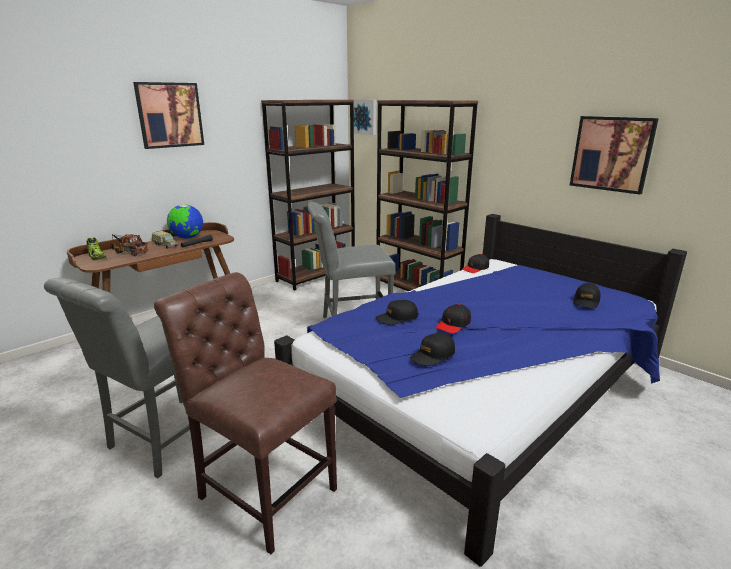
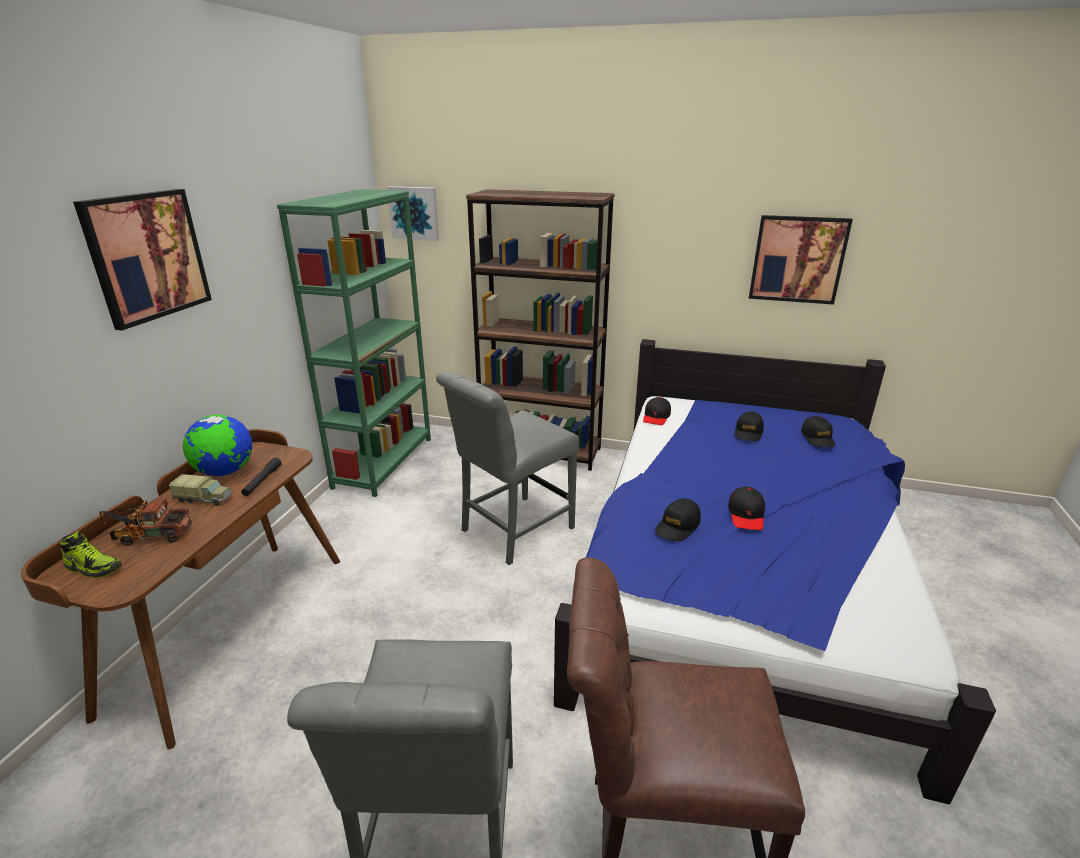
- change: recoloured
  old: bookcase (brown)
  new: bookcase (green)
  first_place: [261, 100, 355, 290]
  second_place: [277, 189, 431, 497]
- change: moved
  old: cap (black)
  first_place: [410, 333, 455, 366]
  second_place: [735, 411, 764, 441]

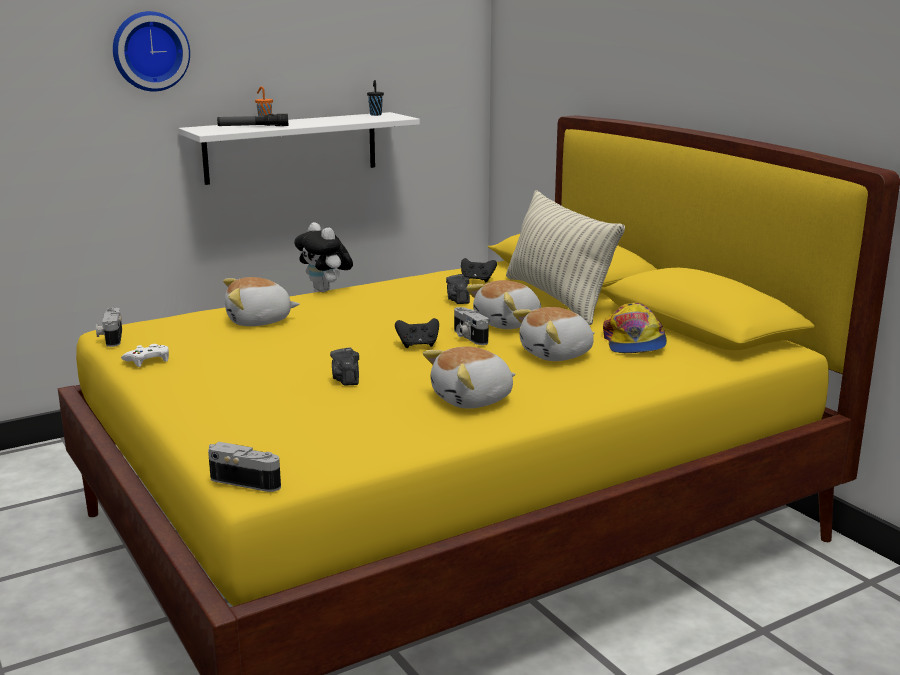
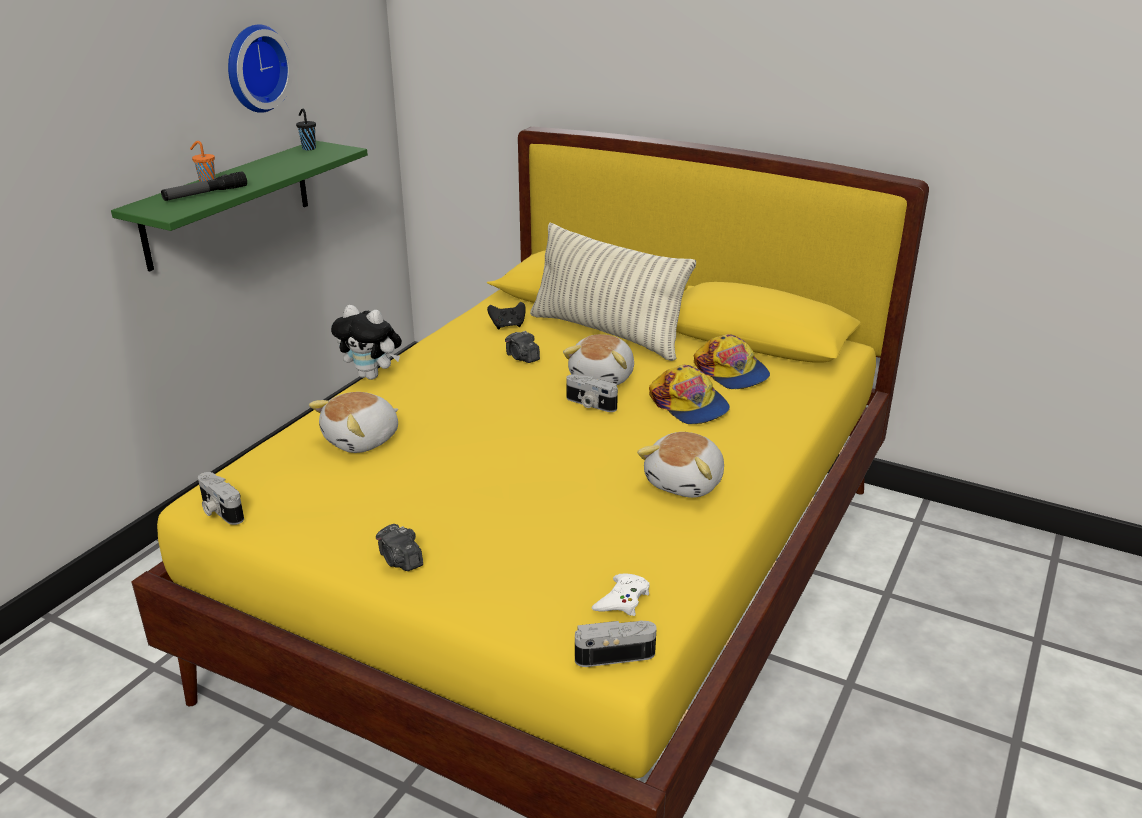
- change: recoloured
  old: shelf (white)
  new: shelf (green)
  first_place: [179, 112, 420, 185]
  second_place: [111, 141, 368, 272]
- change: moved
  old: wall clock
  first_place: [113, 11, 190, 92]
  second_place: [228, 24, 293, 113]
- change: moved
  old: photo camera
  first_place: [330, 347, 359, 386]
  second_place: [376, 524, 423, 571]
- change: moved
  old: game controller (white)
  first_place: [121, 344, 169, 367]
  second_place: [592, 573, 650, 616]
- change: replaced
  old: plush toy
  new: cap
  first_place: [513, 307, 595, 361]
  second_place: [649, 365, 730, 424]
- change: removed
  old: game controller (black)
  first_place: [395, 318, 439, 348]

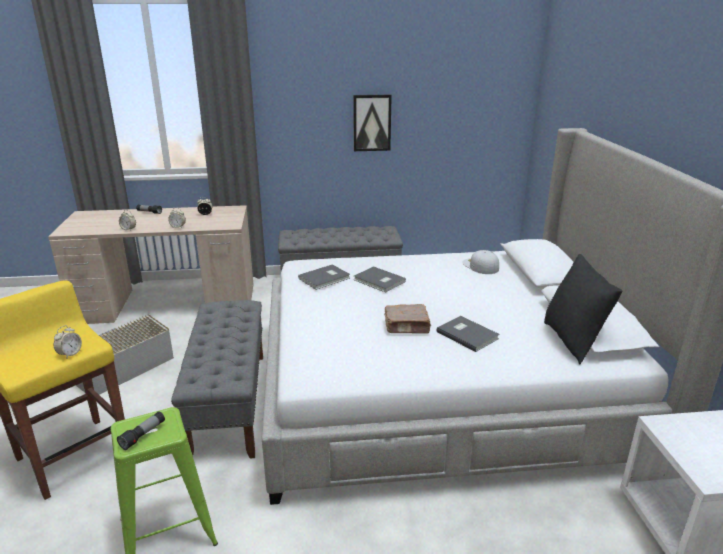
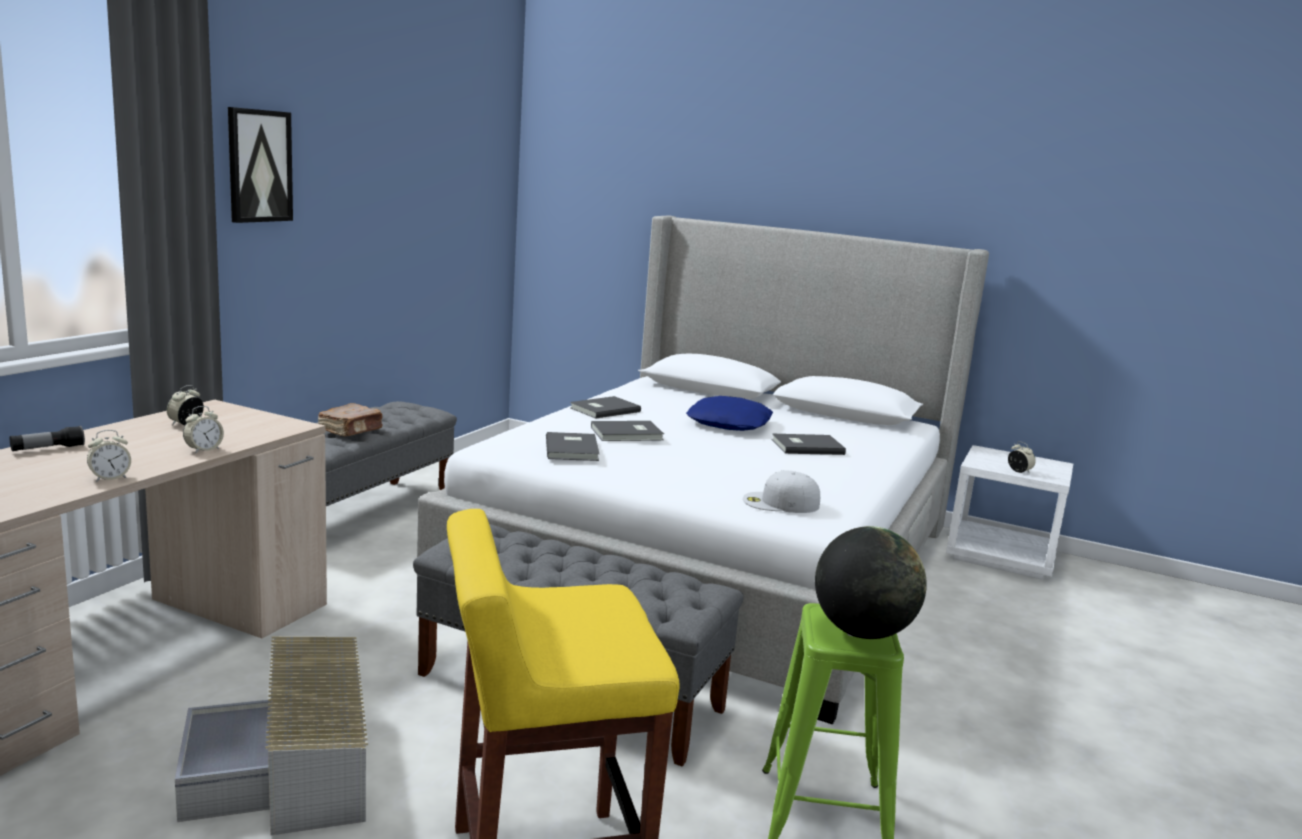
- change: moved
  old: picture
  first_place: [353, 95, 392, 151]
  second_place: [228, 107, 293, 223]
- change: moved
  old: book (brown)
  first_place: [384, 304, 431, 334]
  second_place: [318, 403, 383, 436]
- change: added
  new: book (grey)
  second_place: [570, 396, 641, 419]
- change: added
  new: pillow (blue)
  second_place: [686, 396, 773, 431]
- change: moved
  old: cap (white)
  first_place: [462, 250, 499, 274]
  second_place: [743, 470, 820, 513]
- change: replaced
  old: flashlight
  new: globe
  first_place: [117, 411, 165, 450]
  second_place: [815, 526, 927, 639]
- change: moved
  old: alarm clock
  first_place: [53, 325, 82, 358]
  second_place: [1008, 441, 1036, 473]
- change: removed
  old: pillow (black)
  first_place: [544, 254, 623, 364]

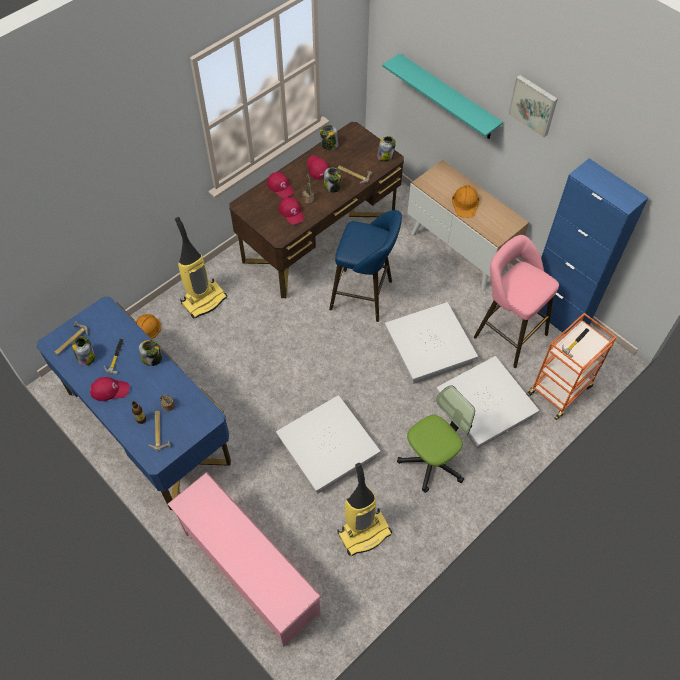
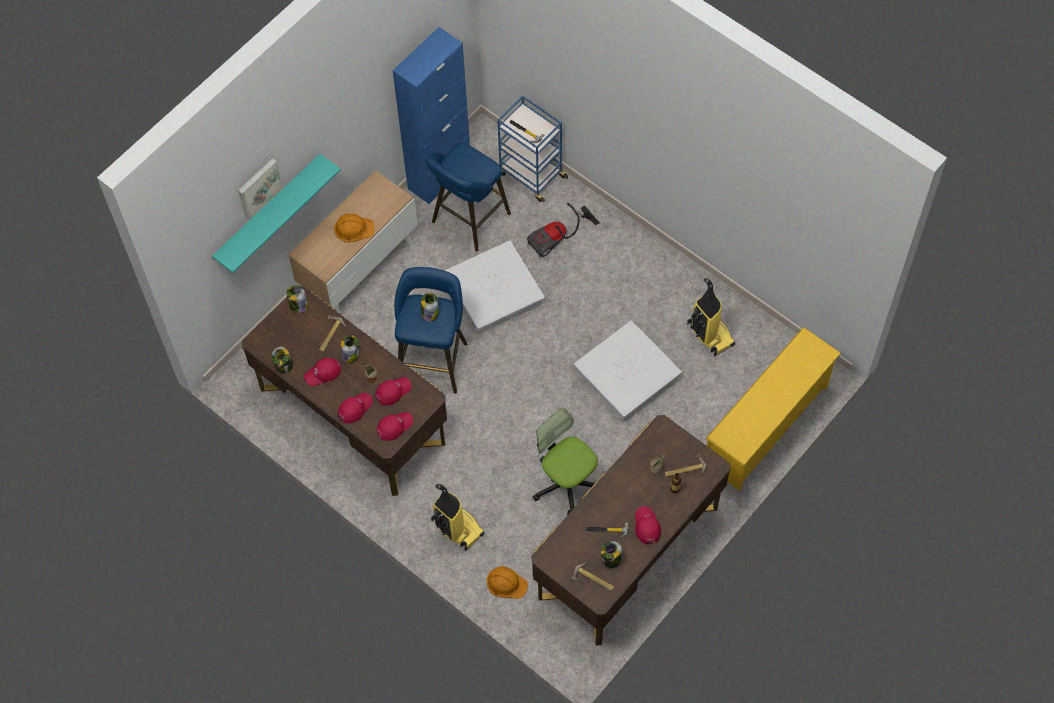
- change: moved
  old: picture
  first_place: [508, 75, 558, 138]
  second_place: [238, 158, 283, 220]
- change: added
  new: cap (red)
  second_place: [377, 412, 413, 441]
- change: moved
  old: jar
  first_place: [139, 340, 162, 366]
  second_place: [421, 293, 439, 322]
- change: recoloured
  old: stool (pink)
  new: stool (blue)
  first_place: [474, 235, 559, 368]
  second_place: [426, 142, 511, 251]
- change: recoloured
  old: cart (orange)
  new: cart (blue)
  first_place: [527, 313, 617, 420]
  second_place: [497, 96, 568, 203]
- change: replaced
  old: storage box (white)
  new: vacuum cleaner
  first_place: [436, 356, 539, 449]
  second_place: [527, 202, 600, 258]
- change: recoloured
  old: desk (blue)
  new: desk (brown)
  first_place: [36, 297, 231, 510]
  second_place: [531, 415, 731, 646]
- change: moved
  old: office chair
  first_place: [397, 385, 475, 493]
  second_place: [533, 408, 598, 515]
- change: recoloured
  old: shoe rack (pink)
  new: shoe rack (yellow)
  first_place: [168, 472, 322, 647]
  second_place: [705, 327, 841, 491]

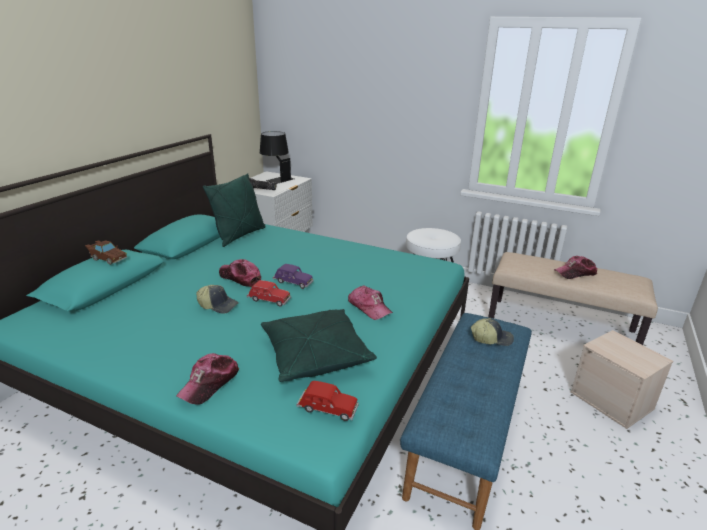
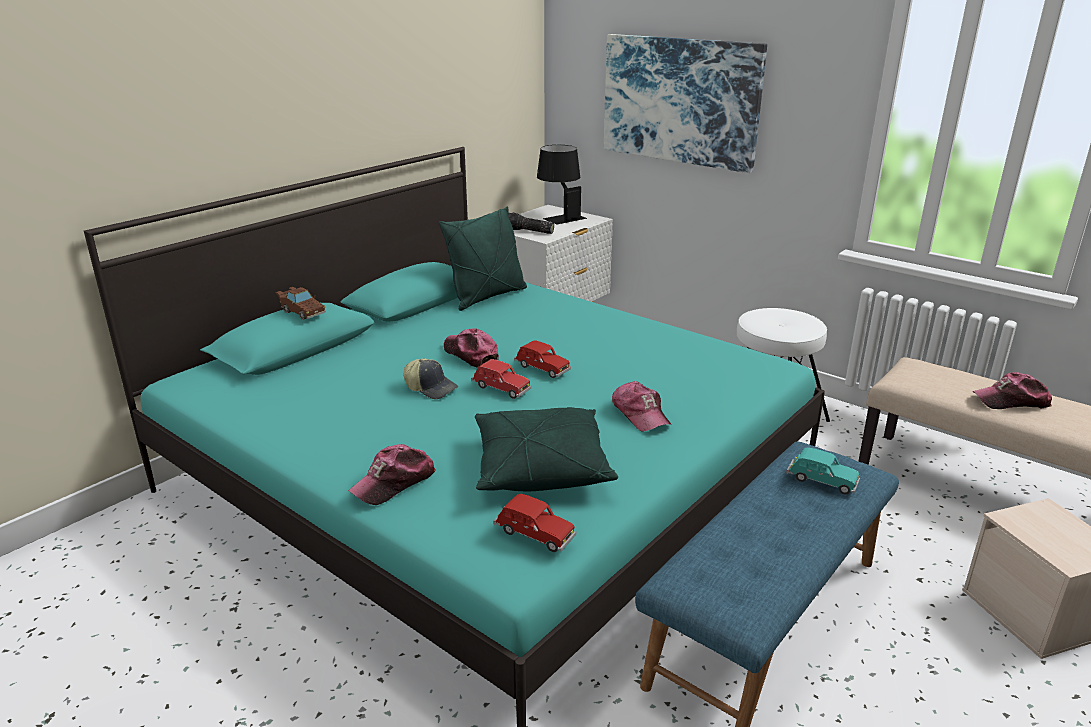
- change: recoloured
  old: toy car (purple)
  new: toy car (red)
  first_place: [273, 264, 314, 289]
  second_place: [514, 340, 571, 378]
- change: added
  new: picture
  second_place: [604, 34, 767, 173]
- change: replaced
  old: cap
  new: toy car (turquoise)
  first_place: [471, 318, 514, 346]
  second_place: [786, 448, 860, 495]

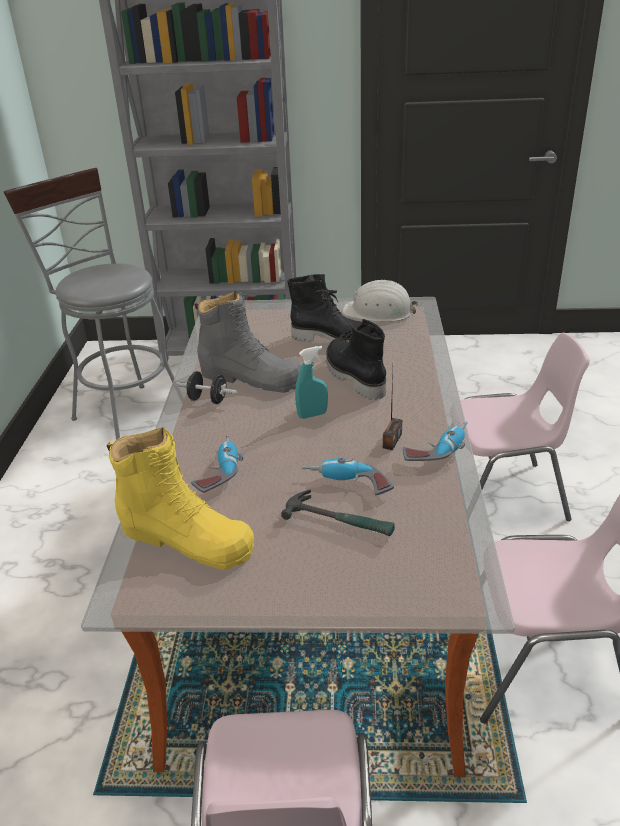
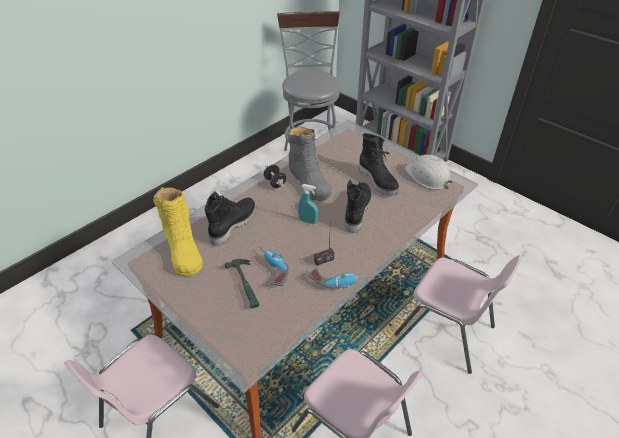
- change: replaced
  old: power drill
  new: boot (black)
  first_place: [191, 435, 243, 493]
  second_place: [205, 191, 256, 246]

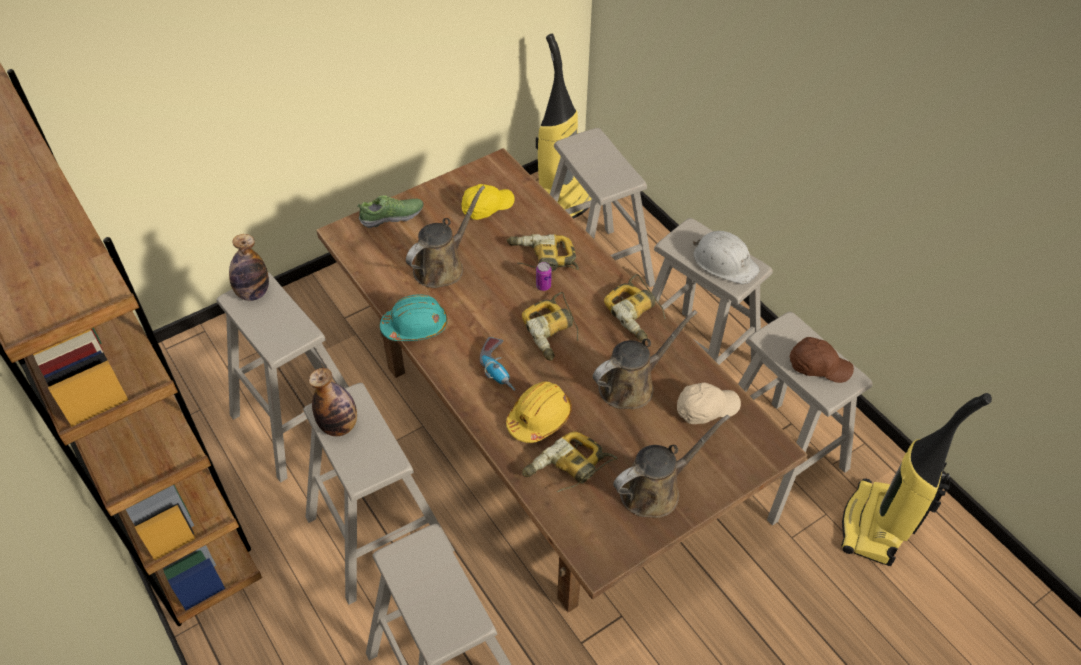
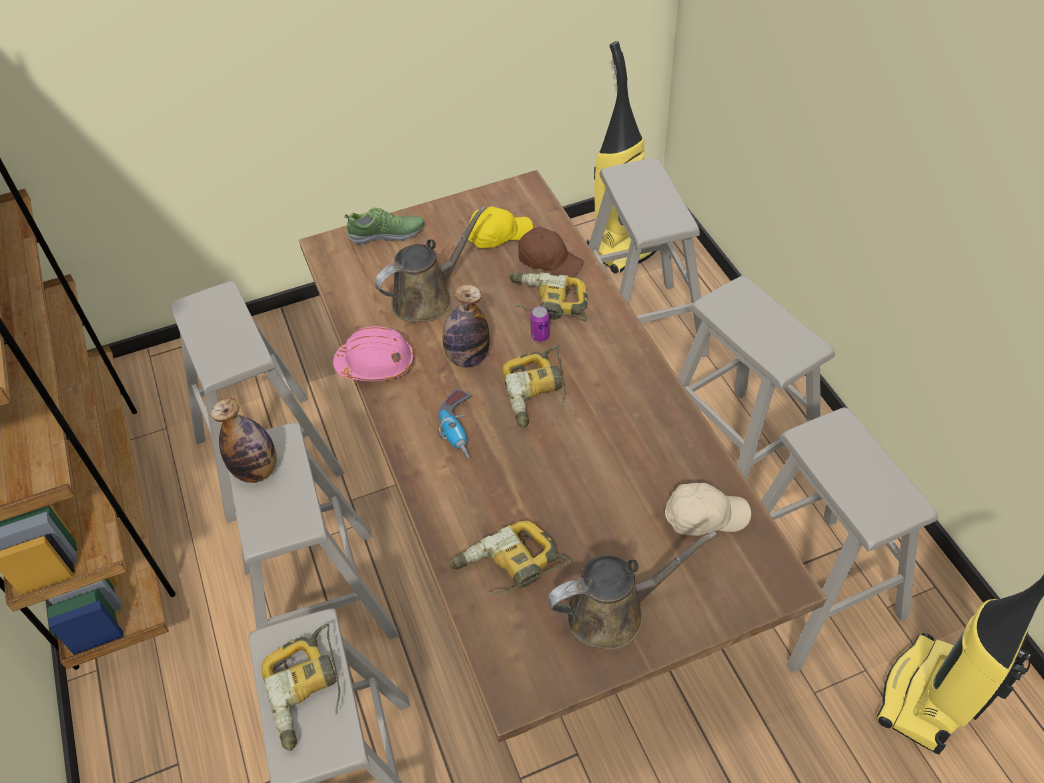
- change: moved
  old: power drill
  first_place: [604, 274, 666, 342]
  second_place: [262, 624, 340, 751]
- change: recoloured
  old: hard hat (turquoise)
  new: hard hat (pink)
  first_place: [380, 294, 448, 341]
  second_place: [333, 326, 415, 381]
- change: moved
  old: bottle
  first_place: [229, 234, 269, 301]
  second_place: [442, 284, 490, 367]
- change: moved
  old: cap (brown)
  first_place: [790, 337, 854, 383]
  second_place: [518, 227, 584, 277]
- change: removed
  old: hard hat (yellow)
  first_place: [506, 382, 572, 443]
- change: removed
  old: watering can (brown)
  first_place: [593, 310, 698, 409]
- change: removed
  old: hard hat (white)
  first_place: [693, 231, 760, 284]

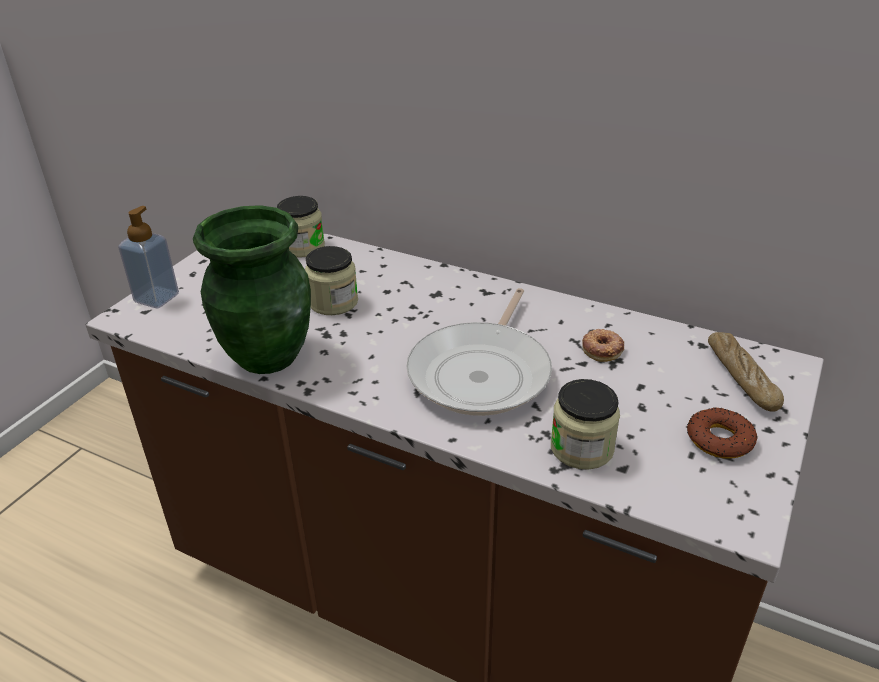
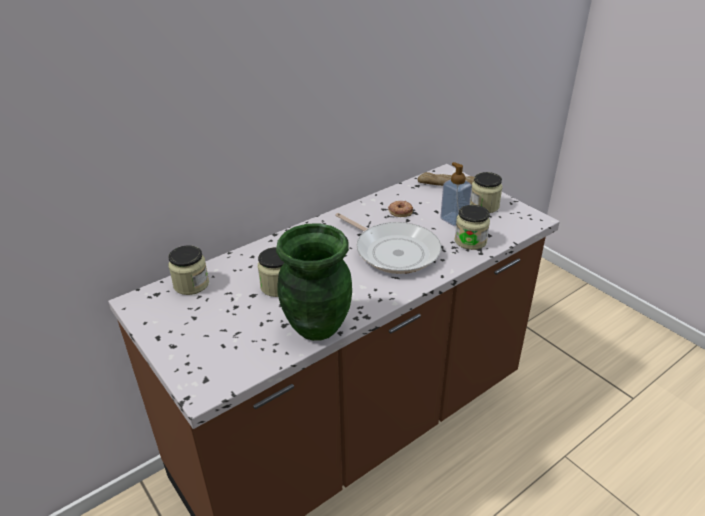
- change: moved
  old: soap dispenser
  first_place: [118, 206, 179, 308]
  second_place: [440, 162, 472, 226]
- change: replaced
  old: donut
  new: jar
  first_place: [687, 407, 757, 458]
  second_place: [470, 172, 503, 213]

